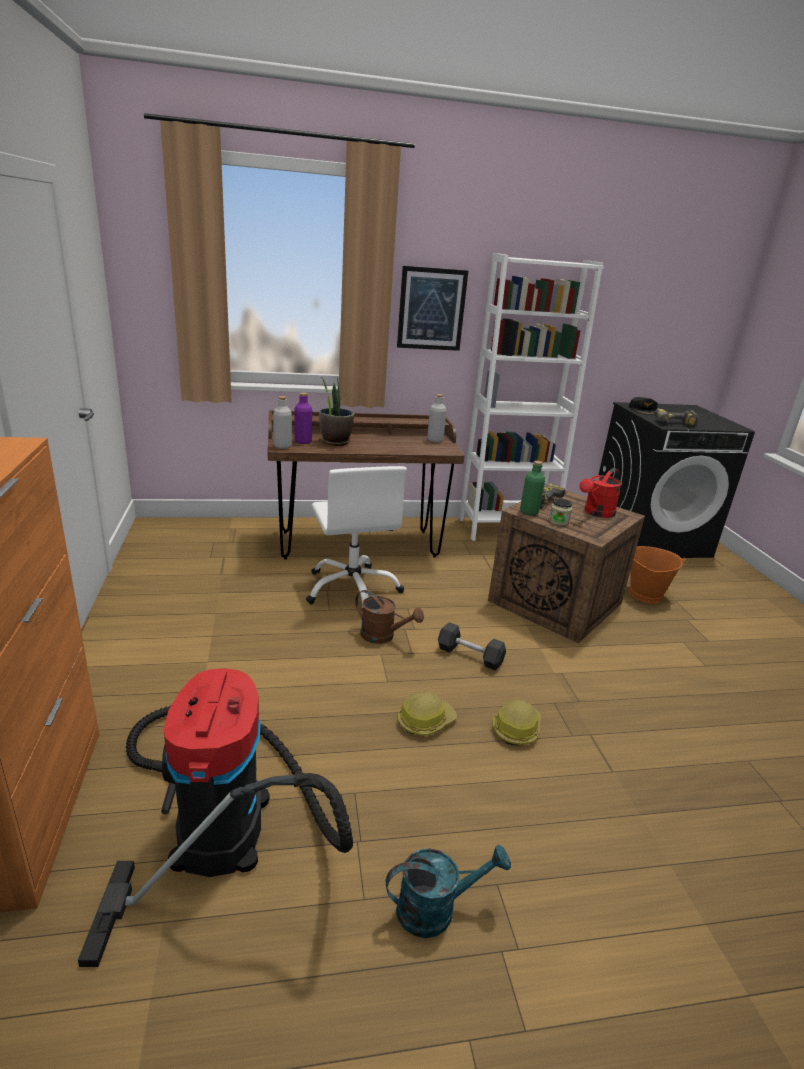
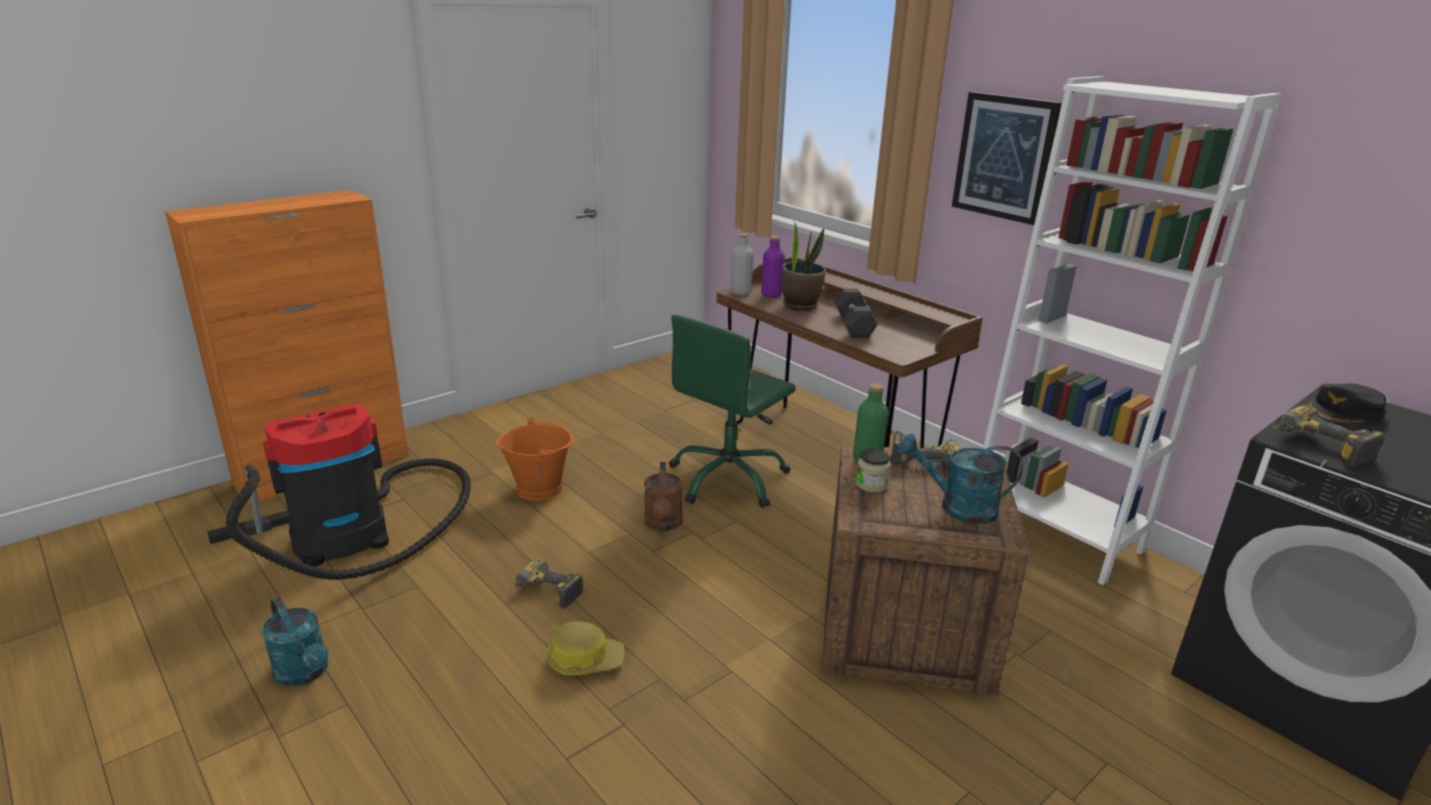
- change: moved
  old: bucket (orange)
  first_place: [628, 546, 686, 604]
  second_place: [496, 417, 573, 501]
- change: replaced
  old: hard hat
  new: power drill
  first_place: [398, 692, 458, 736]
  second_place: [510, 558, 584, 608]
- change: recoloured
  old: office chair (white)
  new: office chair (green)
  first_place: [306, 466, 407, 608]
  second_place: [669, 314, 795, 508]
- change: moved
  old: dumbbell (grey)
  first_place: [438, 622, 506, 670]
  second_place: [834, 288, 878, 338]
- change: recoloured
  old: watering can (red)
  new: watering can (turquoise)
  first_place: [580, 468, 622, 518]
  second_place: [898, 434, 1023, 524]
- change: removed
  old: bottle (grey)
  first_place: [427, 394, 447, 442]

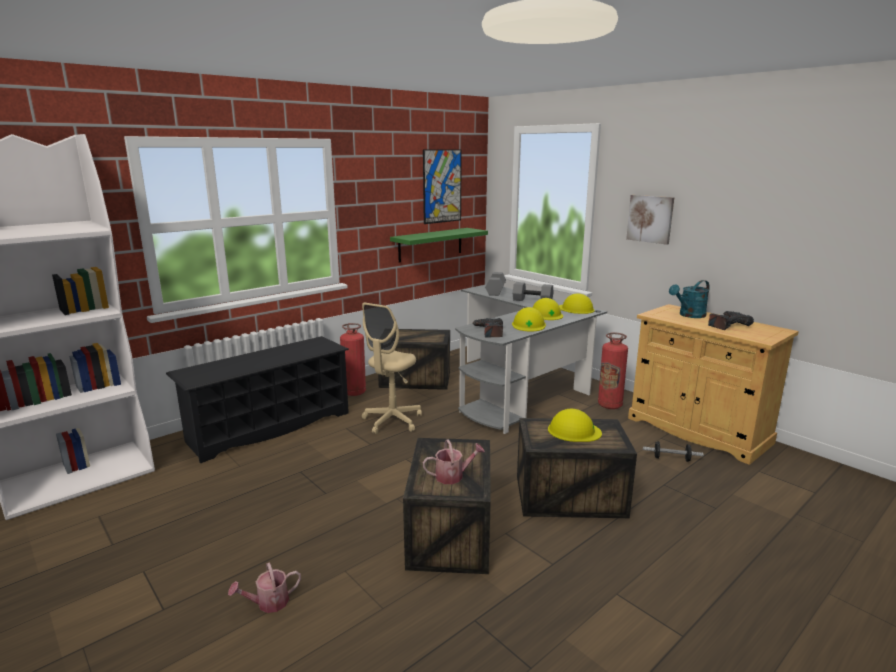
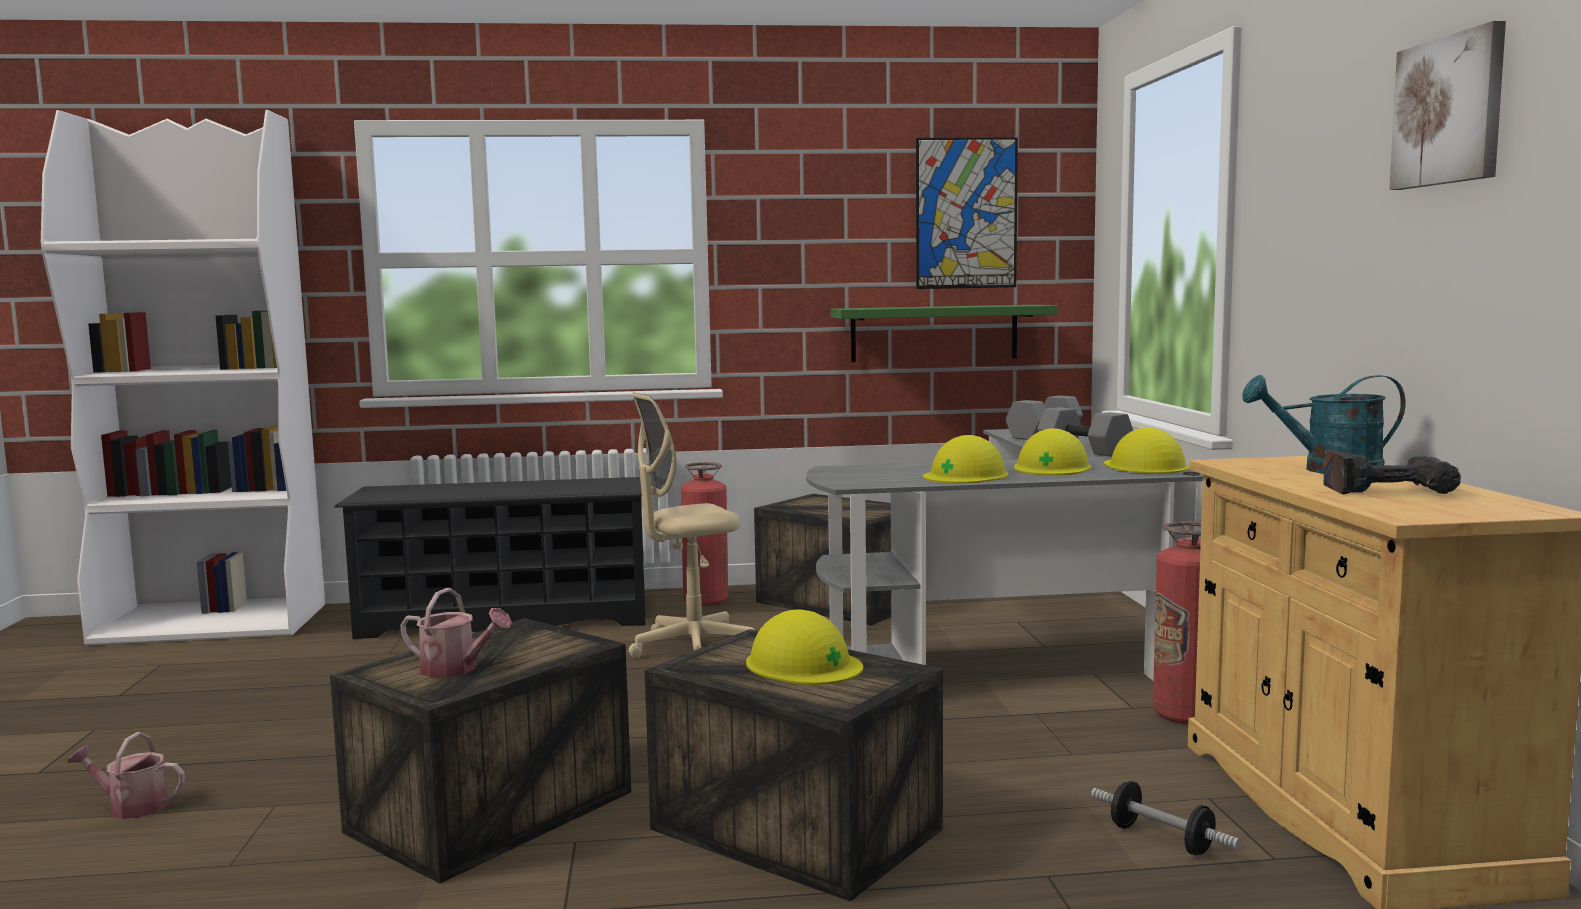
- change: moved
  old: picture
  first_place: [626, 195, 674, 245]
  second_place: [1389, 21, 1506, 190]
- change: removed
  old: power drill
  first_place: [473, 318, 503, 338]

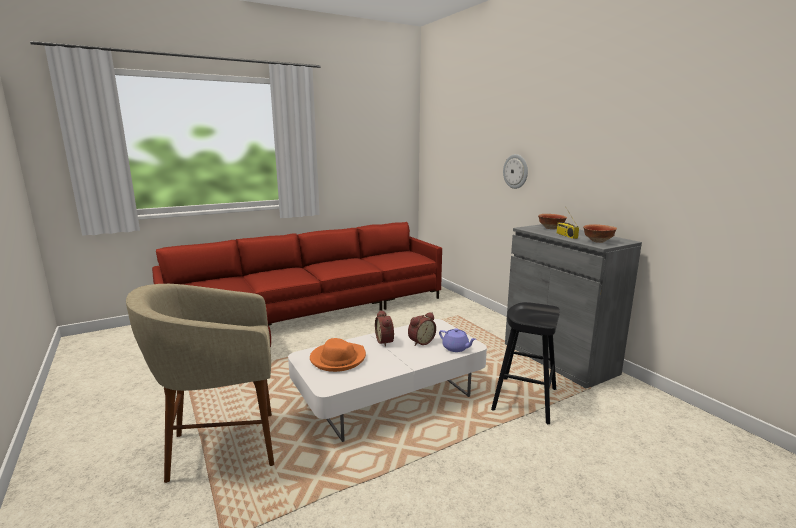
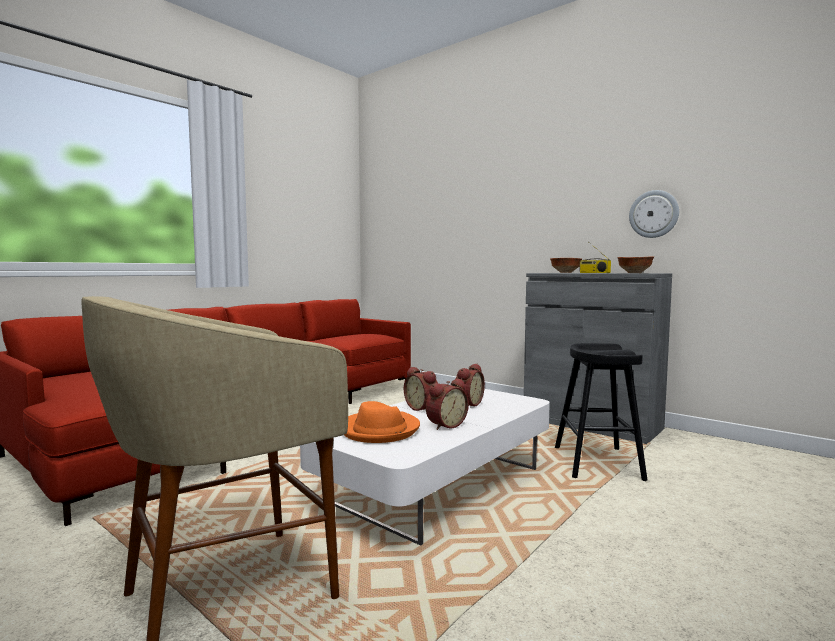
- change: added
  new: alarm clock
  second_place: [426, 378, 469, 430]
- change: moved
  old: wall clock
  first_place: [503, 154, 528, 189]
  second_place: [629, 190, 679, 238]
- change: removed
  old: teapot (purple)
  first_place: [439, 328, 476, 352]

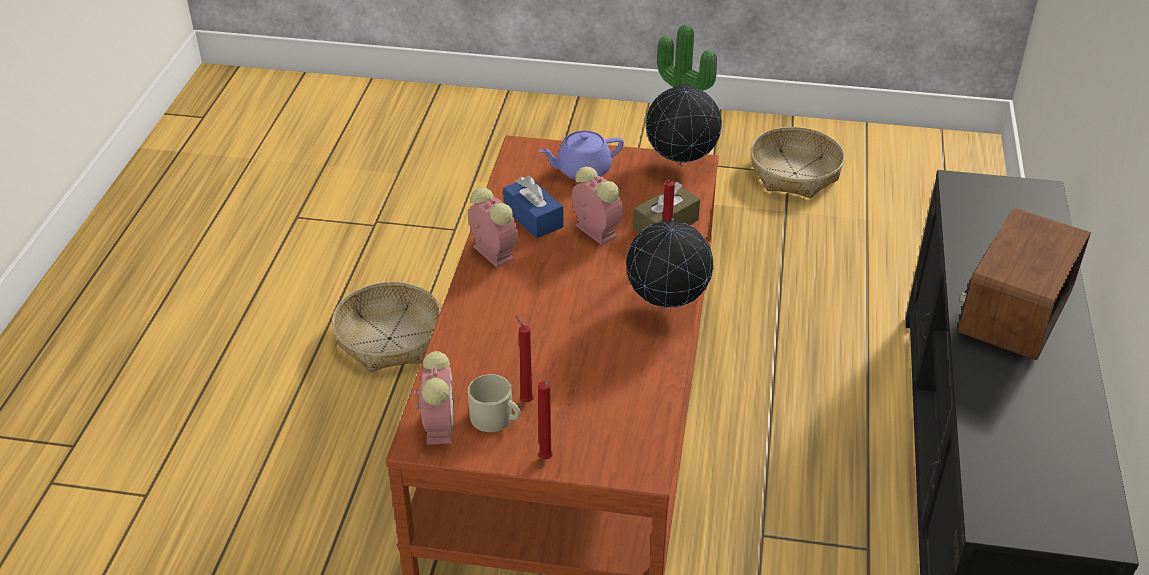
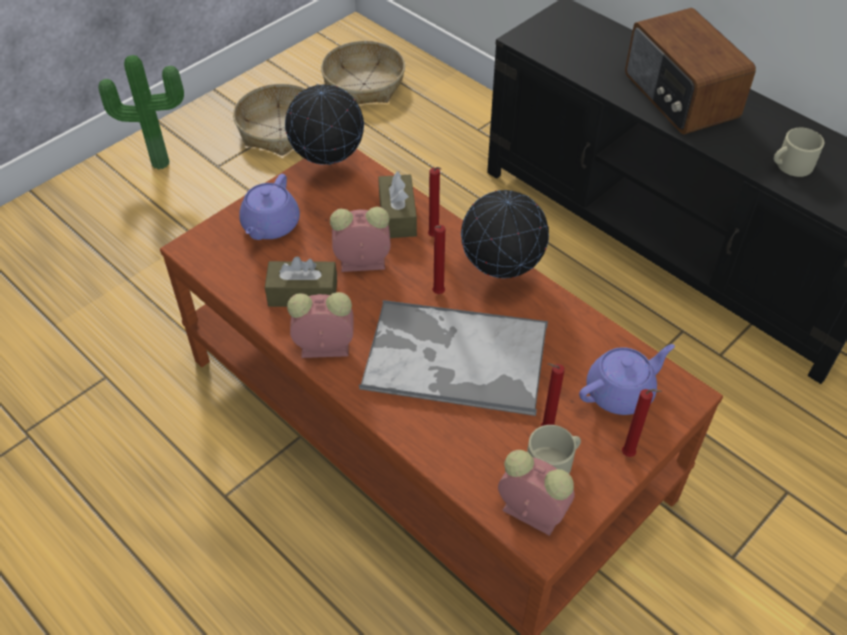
- change: recoloured
  old: tissue box (blue)
  new: tissue box (brown)
  first_place: [503, 176, 563, 238]
  second_place: [265, 256, 337, 307]
- change: moved
  old: basket
  first_place: [332, 282, 441, 372]
  second_place: [321, 41, 405, 104]
- change: added
  new: tray
  second_place: [359, 300, 548, 416]
- change: added
  new: candle (red)
  second_place: [432, 225, 445, 294]
- change: added
  new: teapot (purple)
  second_place: [579, 344, 675, 415]
- change: added
  new: mug (beige)
  second_place: [774, 128, 824, 177]

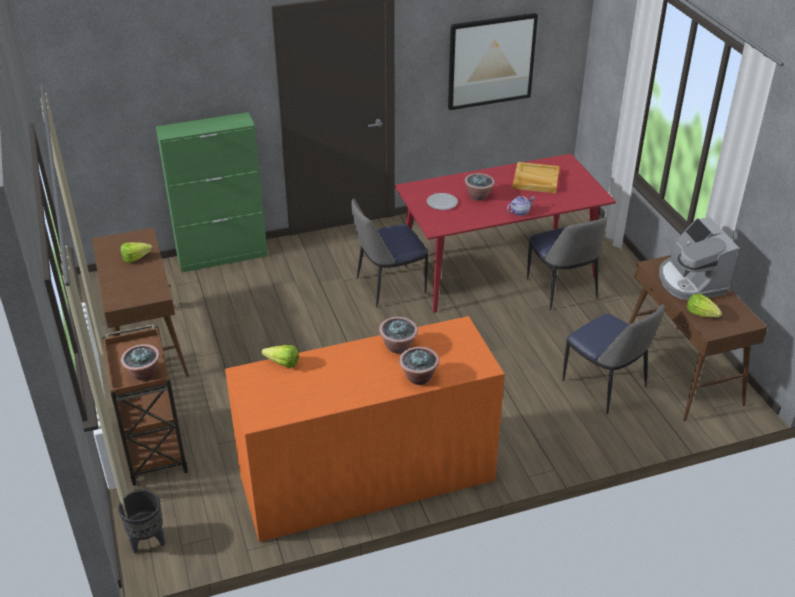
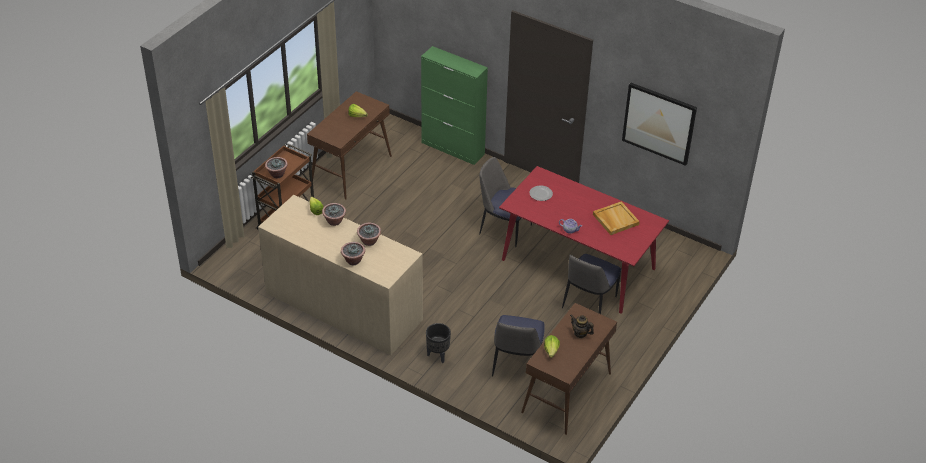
- change: recoloured
  old: dresser (orange)
  new: dresser (beige)
  first_place: [225, 316, 505, 542]
  second_place: [258, 195, 423, 355]
- change: moved
  old: potted plant
  first_place: [464, 173, 495, 201]
  second_place: [322, 203, 346, 226]
- change: moved
  old: planter (black)
  first_place: [118, 490, 165, 554]
  second_place: [426, 323, 451, 363]
- change: replaced
  old: coffee machine
  new: teapot
  first_place: [659, 217, 739, 300]
  second_place: [570, 314, 594, 338]

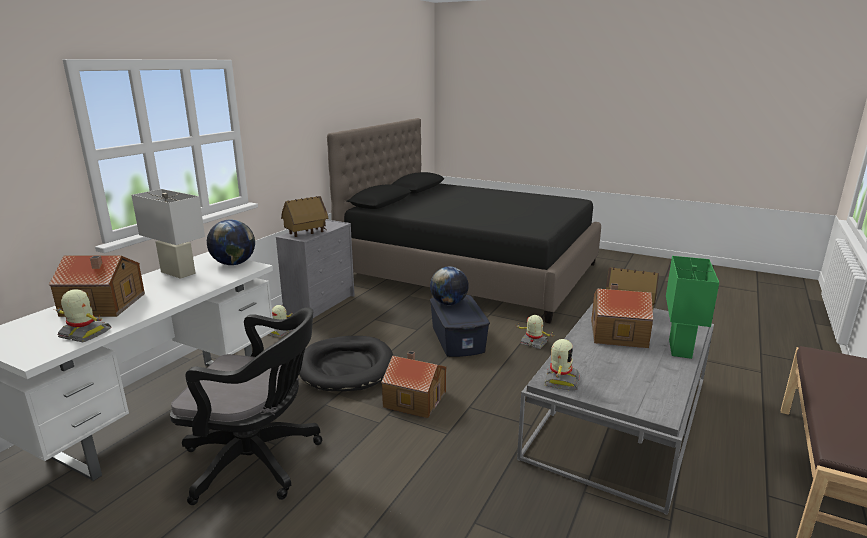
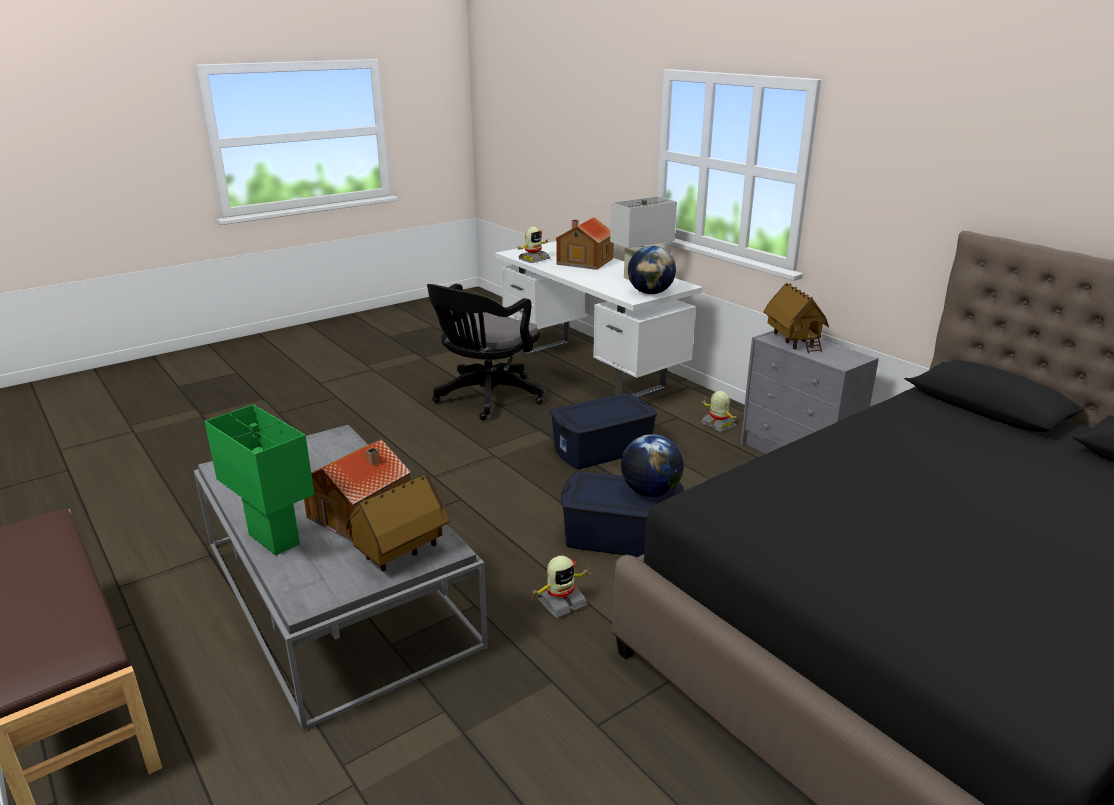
- change: replaced
  old: dog bed (black)
  new: storage box (blue)
  first_place: [299, 336, 394, 391]
  second_place: [550, 393, 657, 469]
- change: removed
  old: toy house
  first_place: [381, 351, 447, 418]
- change: removed
  old: toy robot
  first_place: [544, 339, 580, 390]

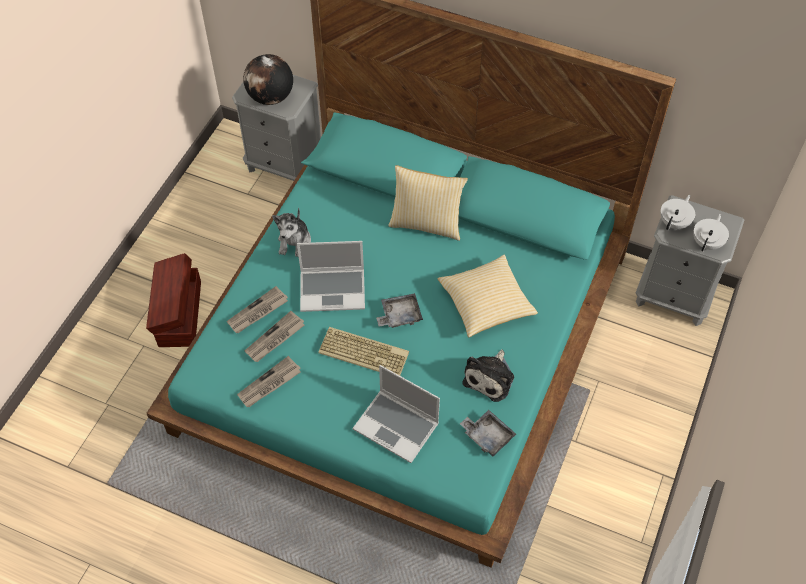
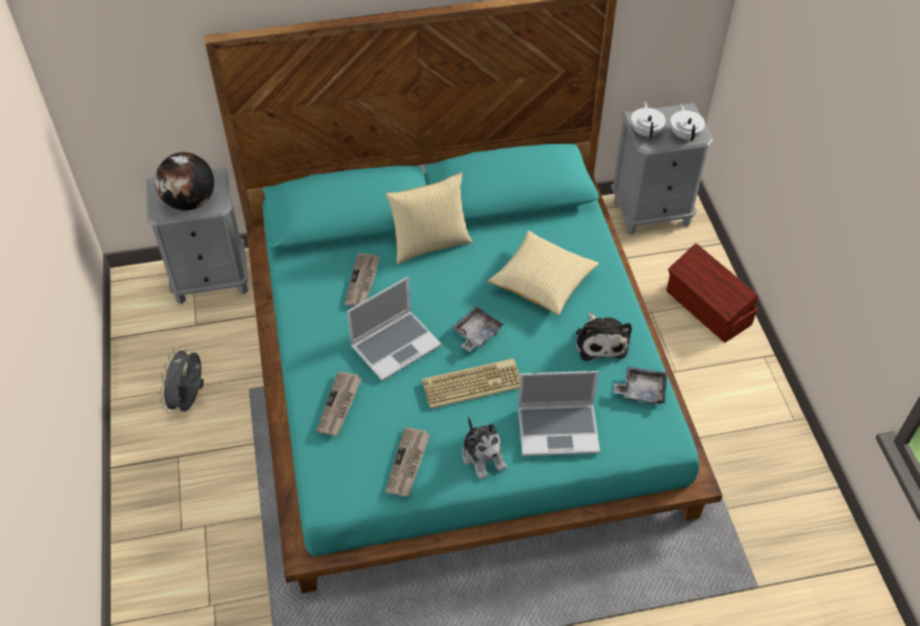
- change: added
  new: fan (grey)
  second_place: [159, 346, 204, 414]
- change: moved
  old: newspaper
  first_place: [245, 311, 304, 362]
  second_place: [345, 253, 380, 306]
- change: moved
  old: plush toy
  first_place: [272, 208, 311, 257]
  second_place: [462, 416, 507, 480]
- change: moved
  old: storage box (brown)
  first_place: [146, 253, 201, 347]
  second_place: [666, 243, 759, 343]

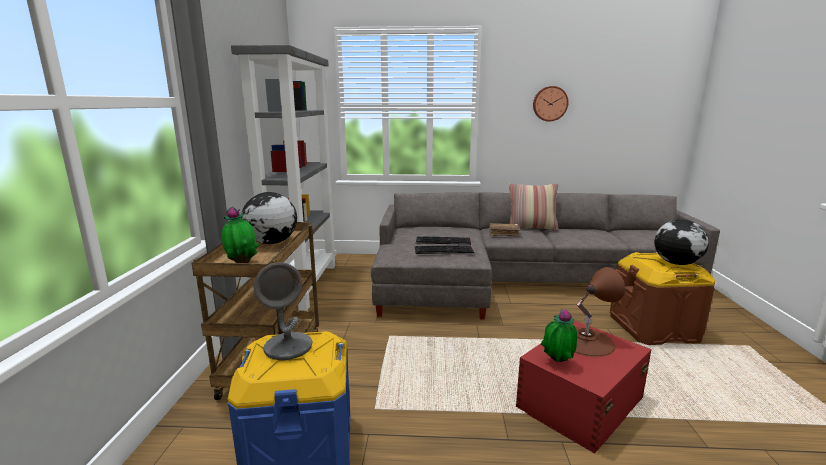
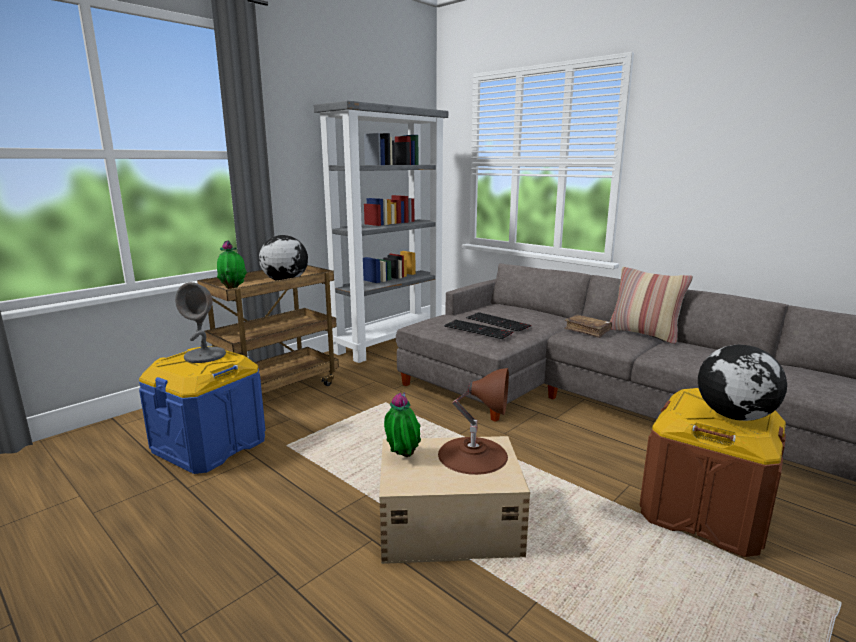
- change: recoloured
  old: storage box (red)
  new: storage box (beige)
  first_place: [516, 321, 652, 454]
  second_place: [379, 436, 530, 564]
- change: removed
  old: wall clock
  first_place: [533, 86, 568, 121]

